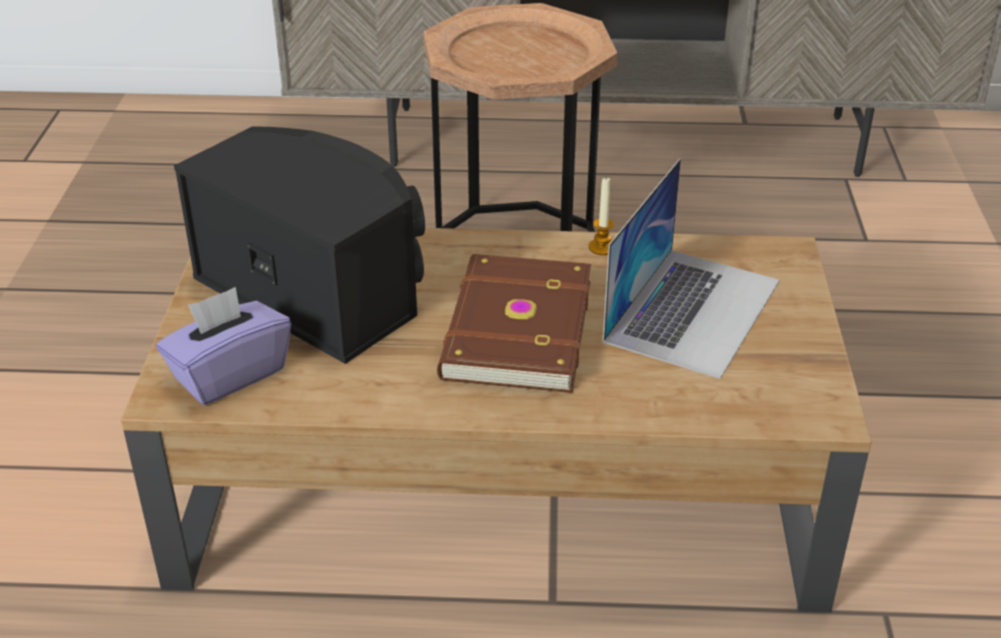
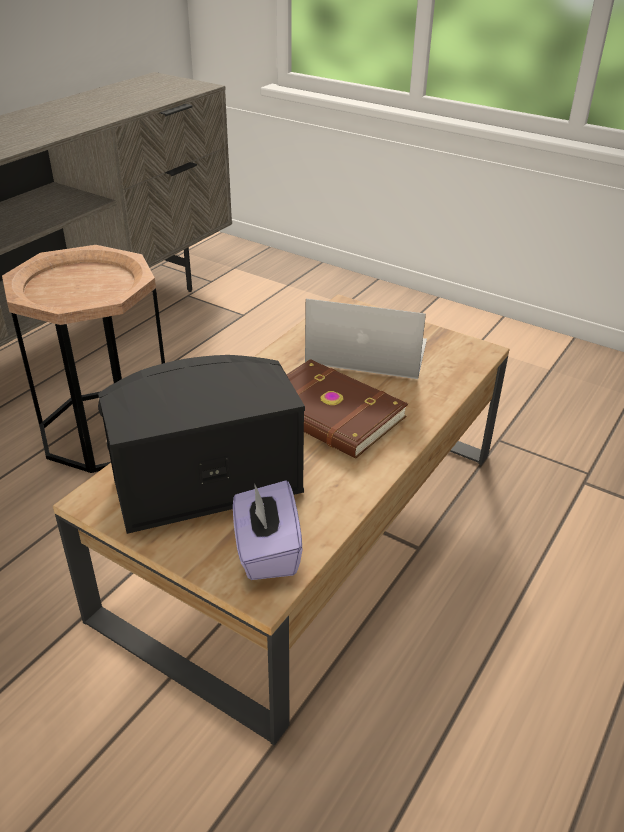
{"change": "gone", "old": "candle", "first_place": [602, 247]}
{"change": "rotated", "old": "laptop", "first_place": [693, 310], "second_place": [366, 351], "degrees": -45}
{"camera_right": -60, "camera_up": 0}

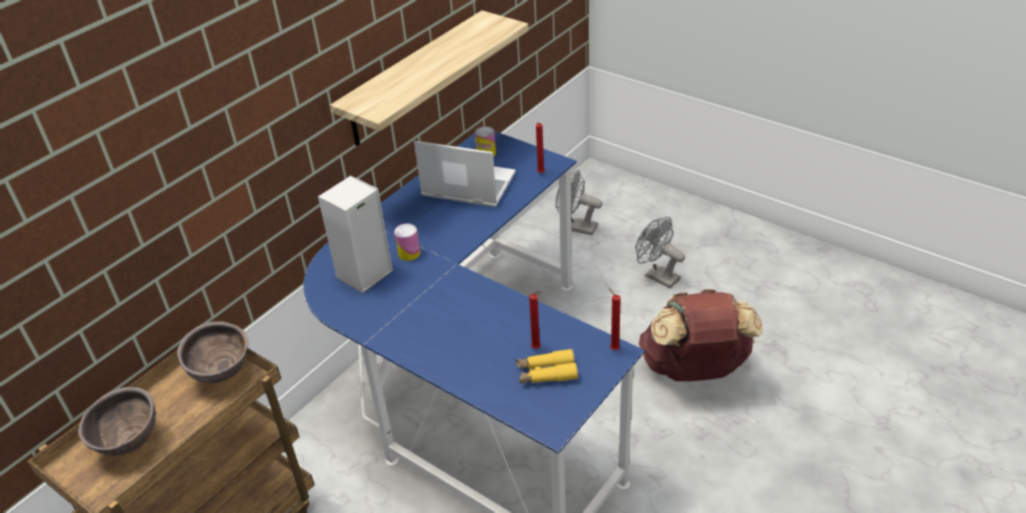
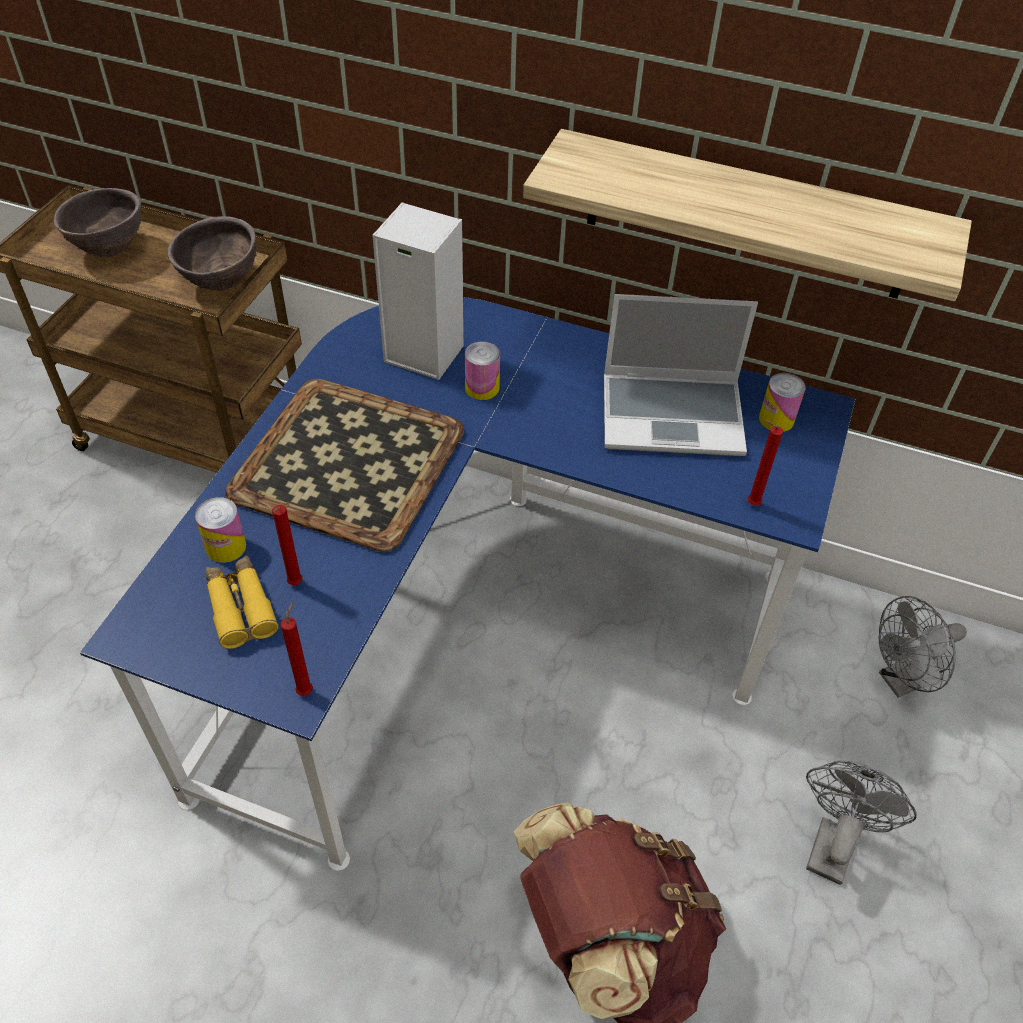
{"change": "new", "new": "can", "second_place": [226, 546]}
{"change": "new", "new": "tray", "second_place": [349, 464]}
{"change": "rotated", "old": "laptop", "first_place": [467, 186], "second_place": [673, 415], "degrees": 90}
{"change": "rotated", "old": "grey fan", "first_place": [576, 227], "second_place": [901, 681], "degrees": -120}
{"camera_right": 70, "camera_up": 10}

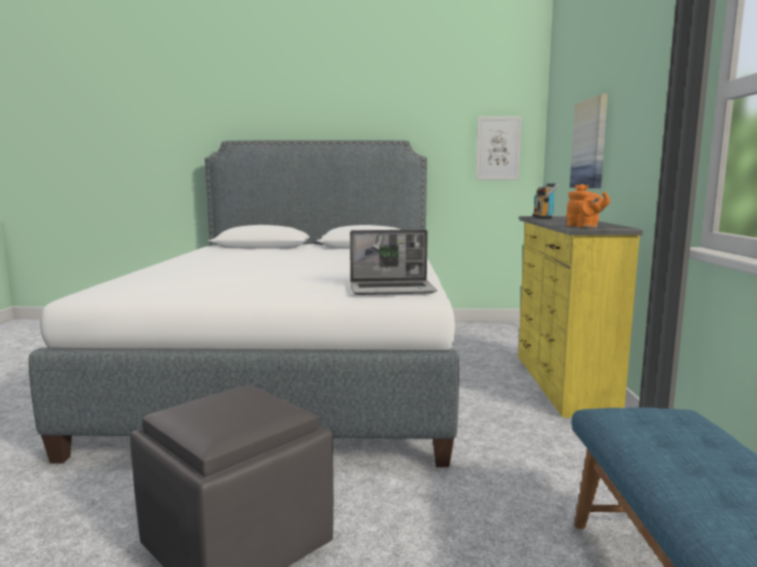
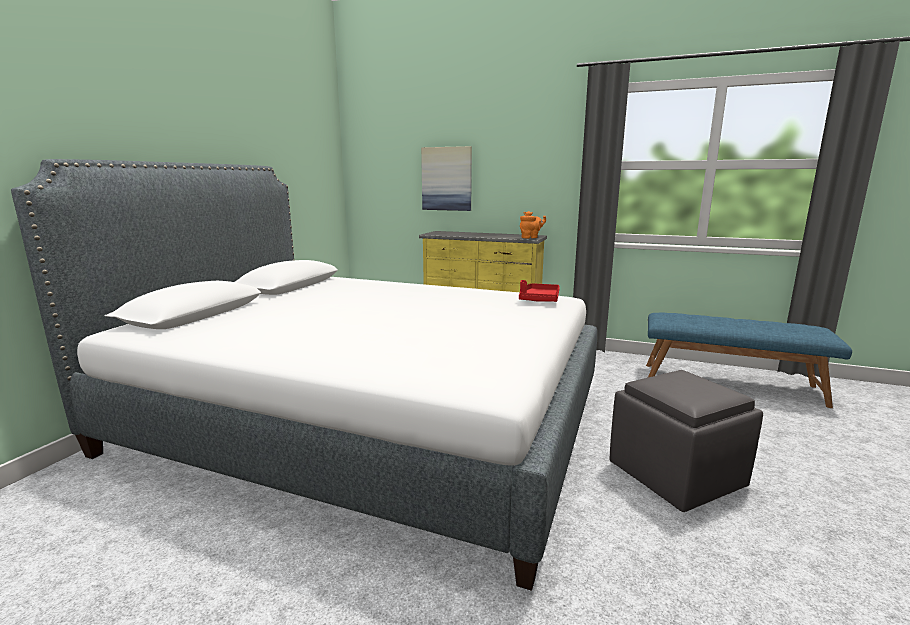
{"change": "gone", "old": "picture", "first_place": [498, 148]}
{"change": "gone", "old": "radio", "first_place": [544, 217]}
{"change": "swapped", "old": "laptop", "new": "red tray", "first_place": [393, 289], "second_place": [539, 299]}
{"camera_right": -70, "camera_up": 5}

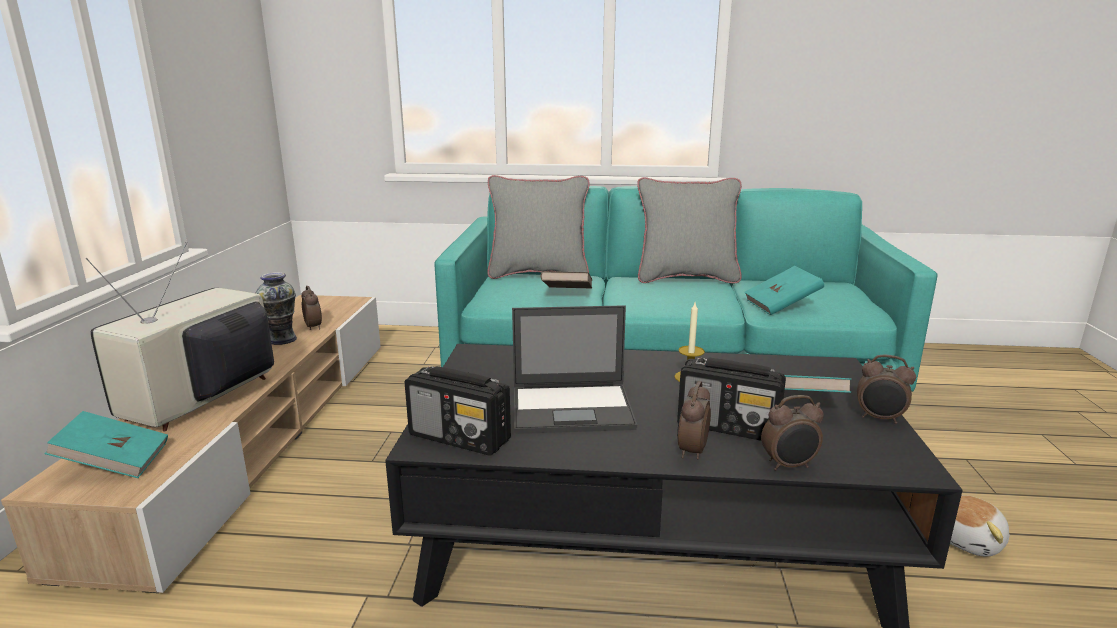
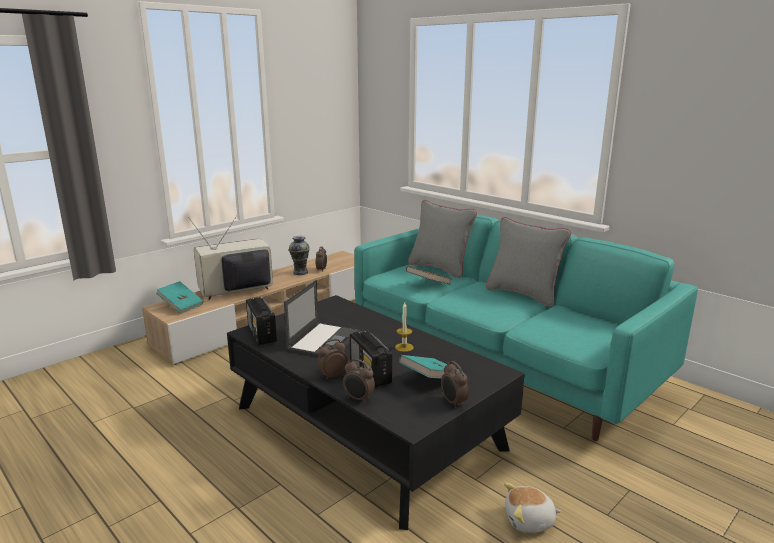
{"change": "gone", "old": "turquoise book", "first_place": [781, 305]}
{"change": "rotated", "old": "laptop", "first_place": [573, 408], "second_place": [324, 340], "degrees": -105}
{"camera_right": 40, "camera_up": 0}

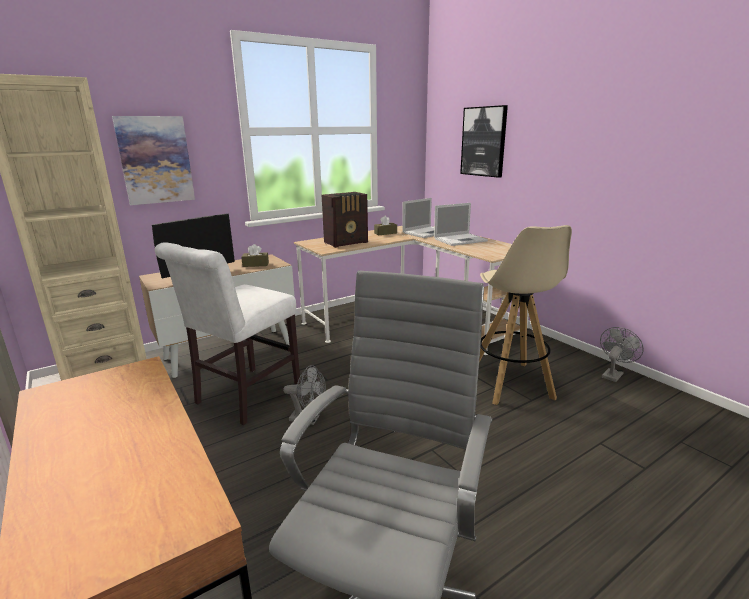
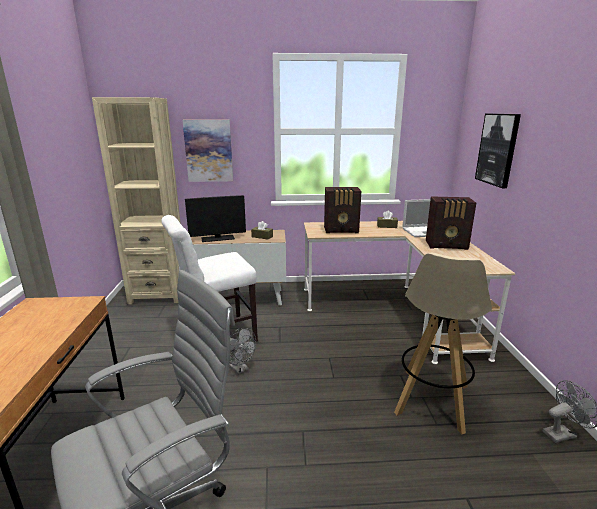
{"change": "swapped", "old": "laptop", "new": "radio", "first_place": [461, 240], "second_place": [447, 245]}
{"camera_right": 30, "camera_up": 0}

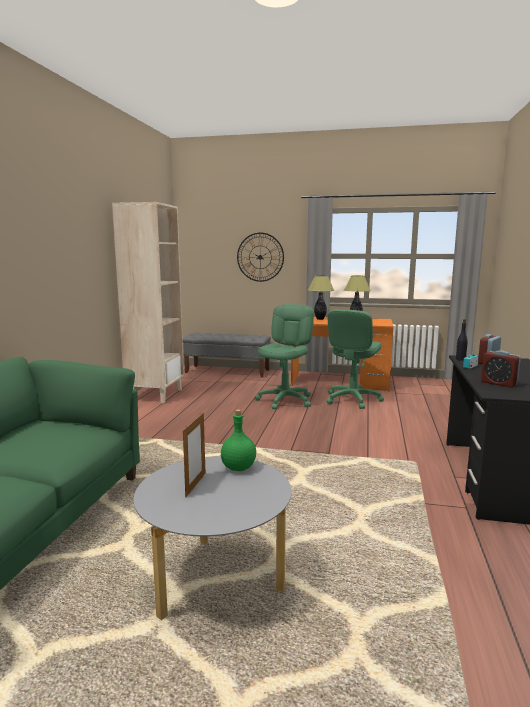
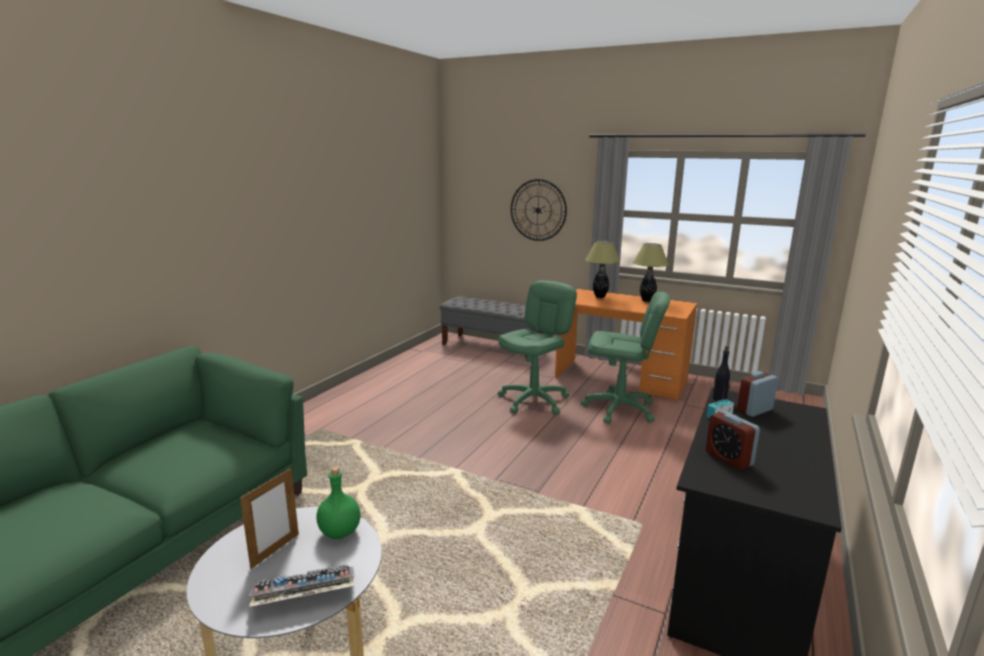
{"change": "gone", "old": "beige bookcase", "first_place": [155, 394]}
{"change": "new", "new": "keyboard", "second_place": [303, 596]}
{"change": "rotated", "old": "green office chair", "first_place": [352, 399], "second_place": [619, 409], "degrees": -120}
{"camera_right": 15, "camera_up": 5}

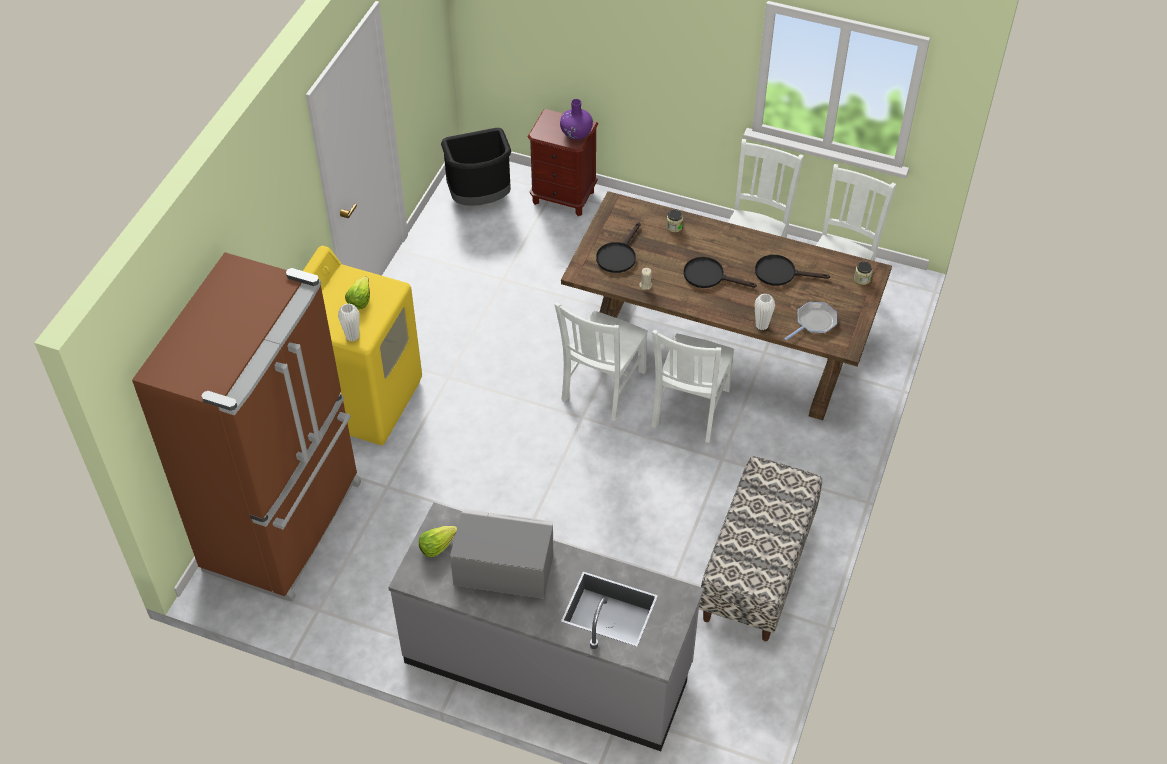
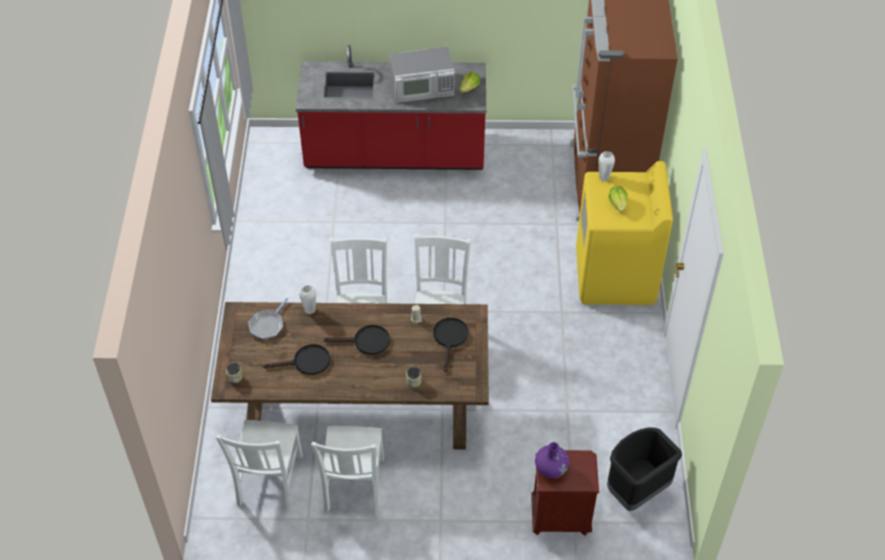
{"change": "gone", "old": "bench", "first_place": [757, 570]}
{"change": "repainted", "old": "grey counter", "new": "red counter", "first_place": [548, 664], "second_place": [395, 155]}
{"camera_right": 160, "camera_up": 0}

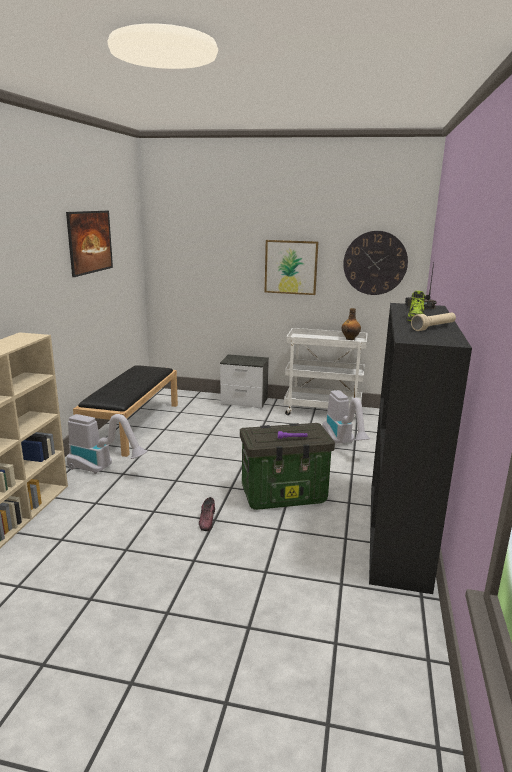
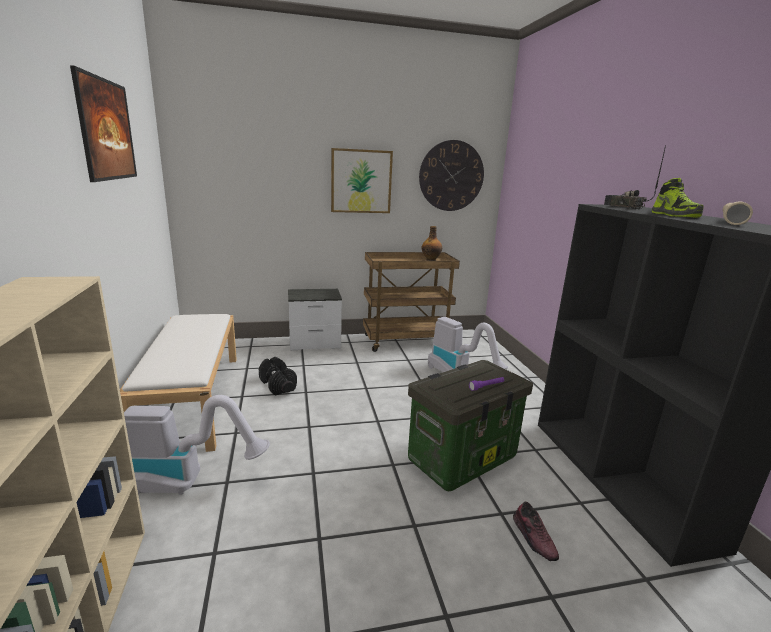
{"change": "new", "new": "black dumbbell", "second_place": [278, 385]}
{"change": "shifted", "old": "shoe", "first_place": [207, 520], "second_place": [534, 538]}
{"change": "repainted", "old": "black bench", "new": "white bench", "first_place": [132, 425], "second_place": [192, 398]}
{"change": "repainted", "old": "white cart", "new": "brown cart", "first_place": [323, 411], "second_place": [406, 341]}
{"camera_right": -25, "camera_up": 0}

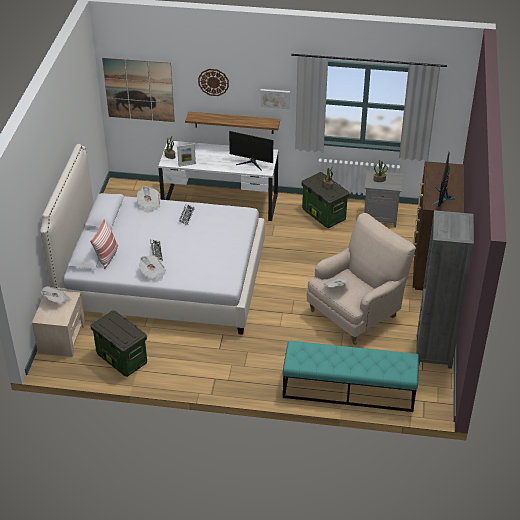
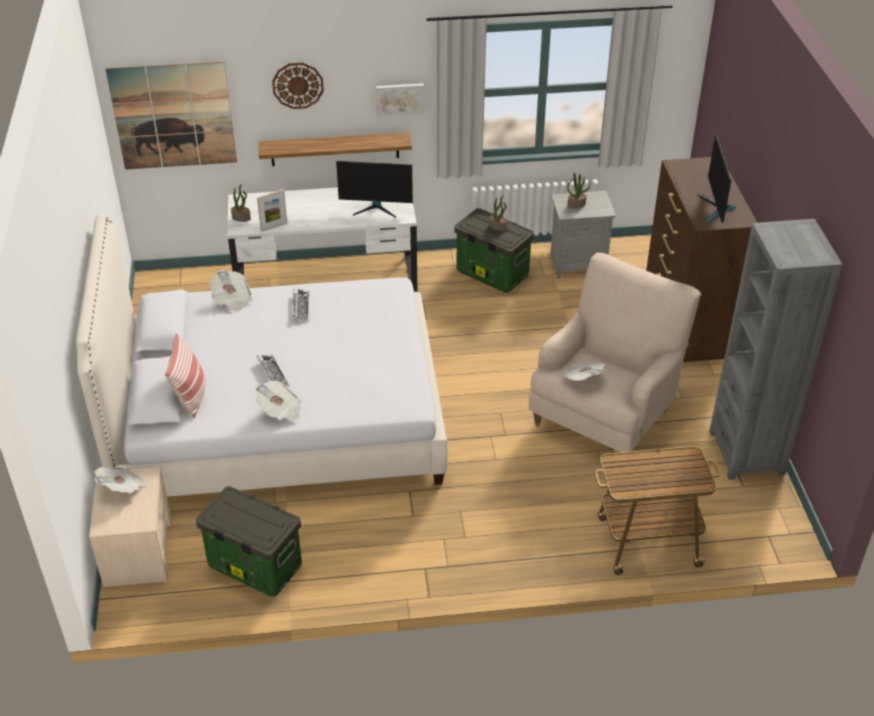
{"change": "swapped", "old": "turquoise bench", "new": "cart", "first_place": [348, 390], "second_place": [646, 542]}
{"camera_right": -15, "camera_up": 0}

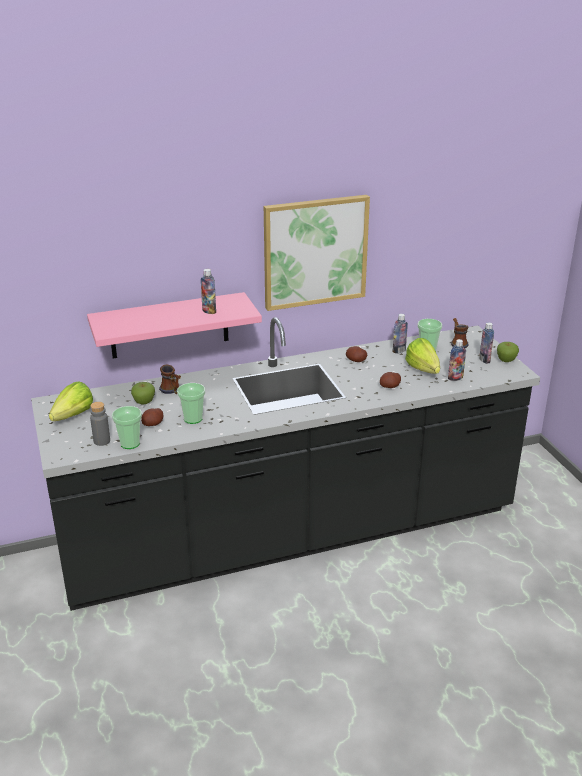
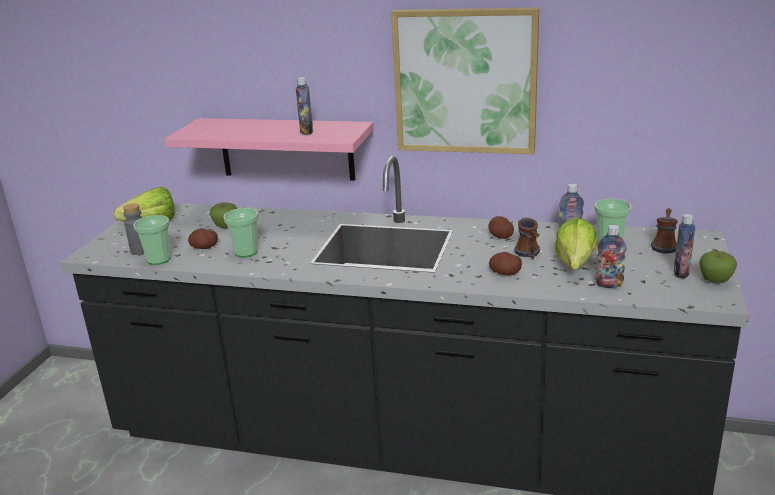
{"change": "shifted", "old": "mug", "first_place": [172, 391], "second_place": [529, 255]}
{"camera_right": 35, "camera_up": -5}

